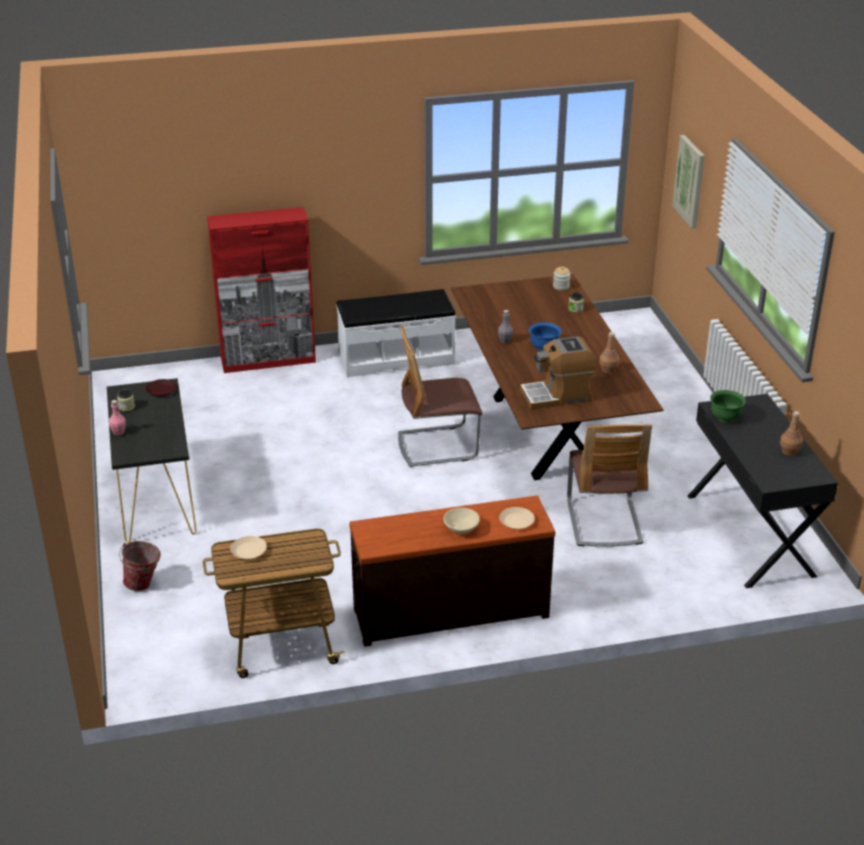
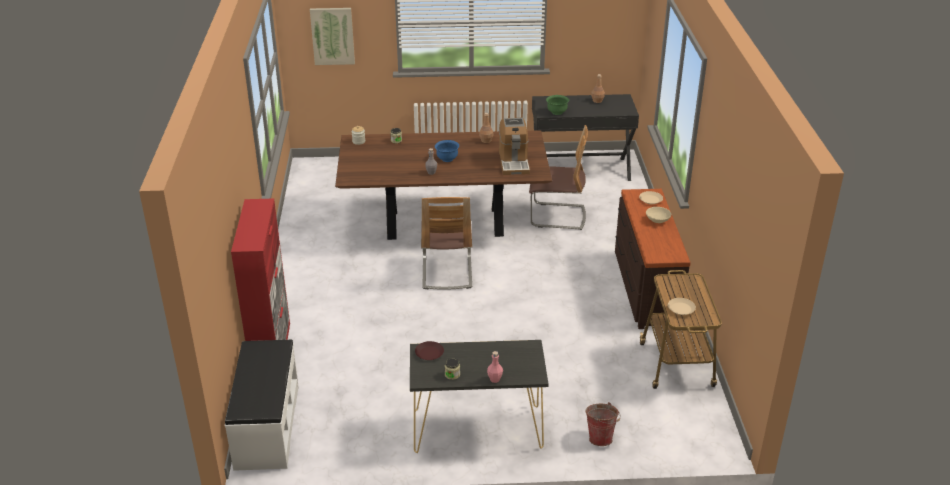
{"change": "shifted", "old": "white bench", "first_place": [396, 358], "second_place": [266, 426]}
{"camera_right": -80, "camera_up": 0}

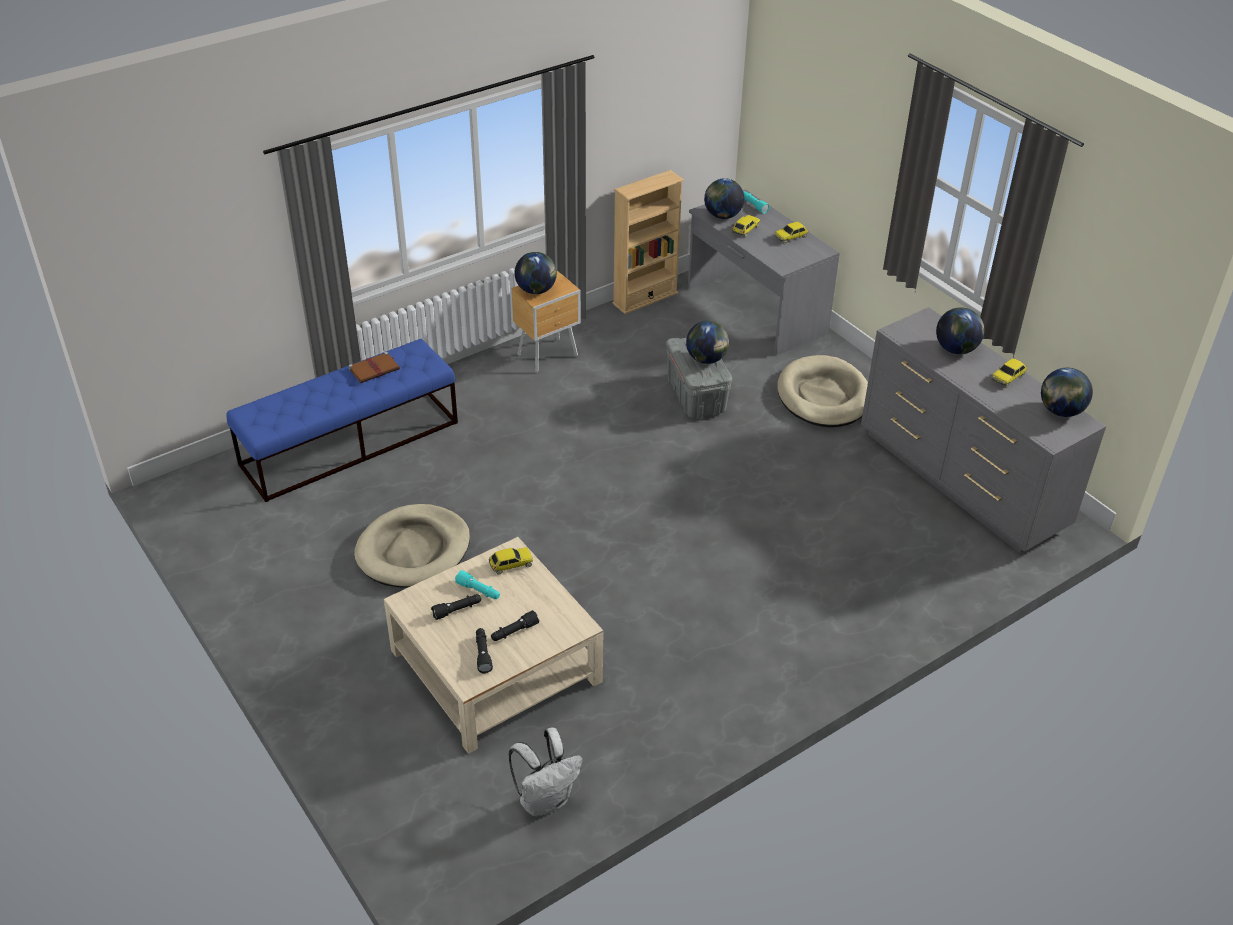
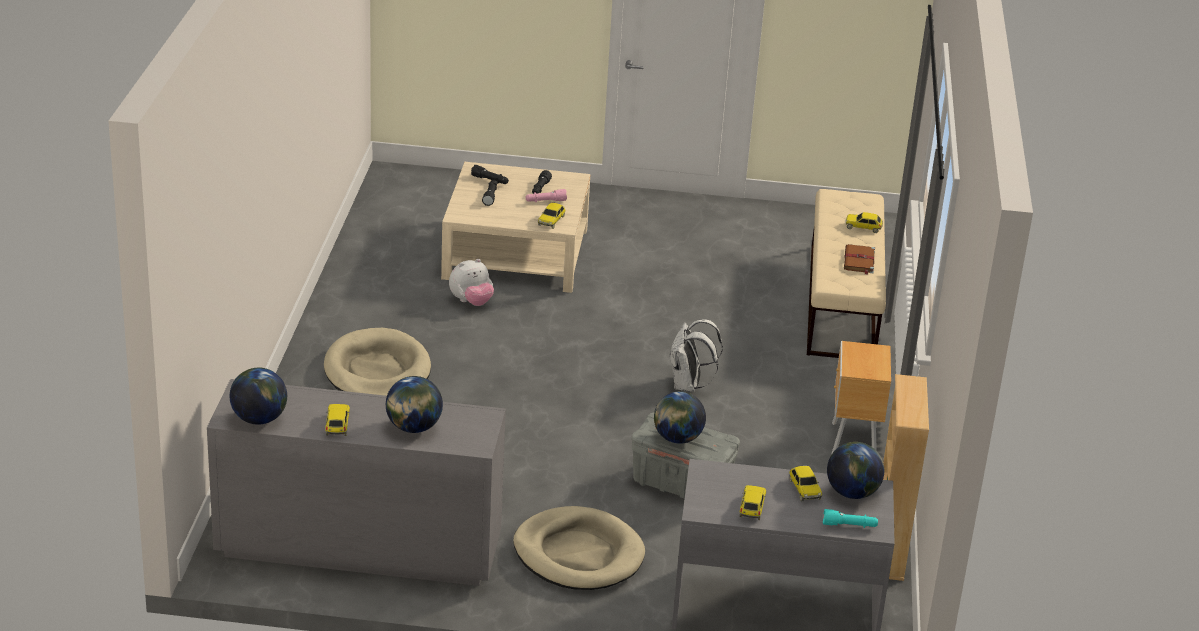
{"change": "gone", "old": "globe", "first_place": [536, 290]}
{"change": "new", "new": "plush toy", "second_place": [471, 302]}
{"change": "new", "new": "toy car", "second_place": [863, 227]}
{"change": "shifted", "old": "beige dog bed", "first_place": [413, 550], "second_place": [377, 371]}
{"change": "shifted", "old": "white backpack", "first_place": [545, 799], "second_place": [688, 385]}
{"change": "repainted", "old": "blue bench", "new": "beige bench", "first_place": [350, 443], "second_place": [841, 302]}
{"change": "repainted", "old": "turquoise flashlight", "new": "pink flashlight", "first_place": [478, 591], "second_place": [545, 201]}
{"camera_right": 130, "camera_up": -10}

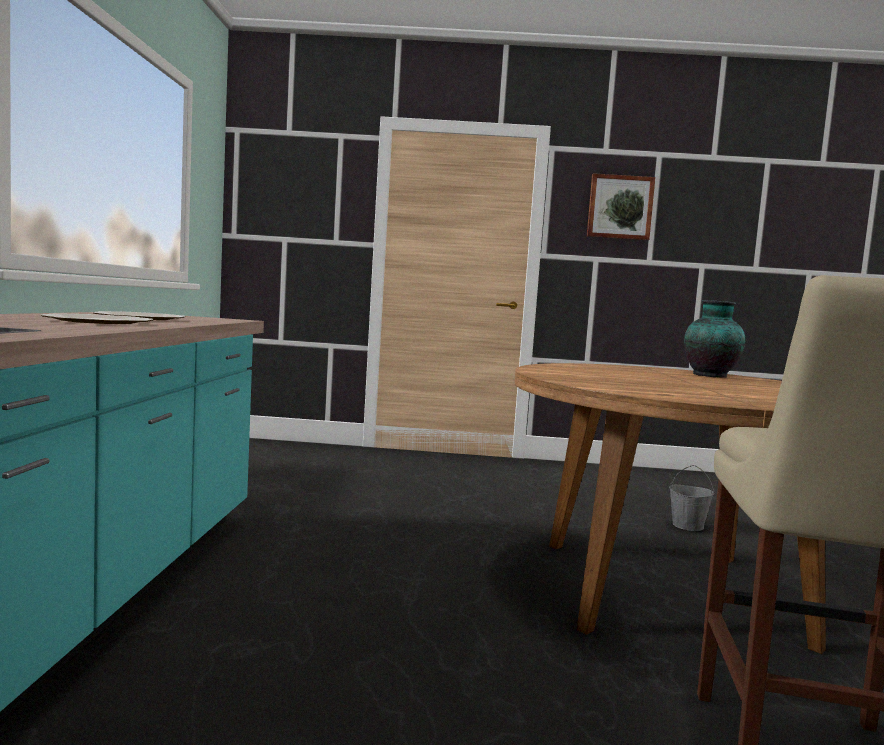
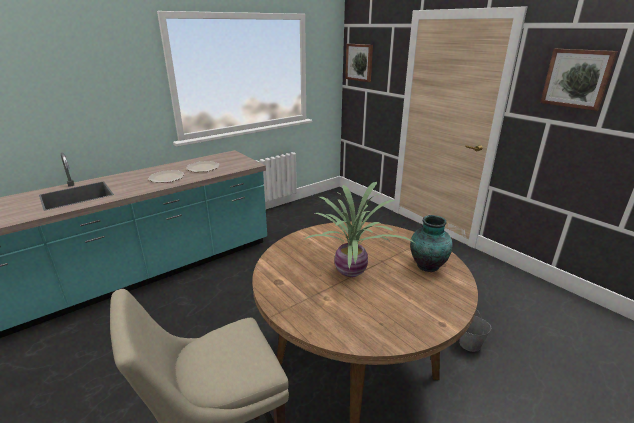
{"change": "new", "new": "potted plant", "second_place": [352, 272]}
{"change": "new", "new": "picture", "second_place": [359, 62]}
{"camera_right": 50, "camera_up": 20}

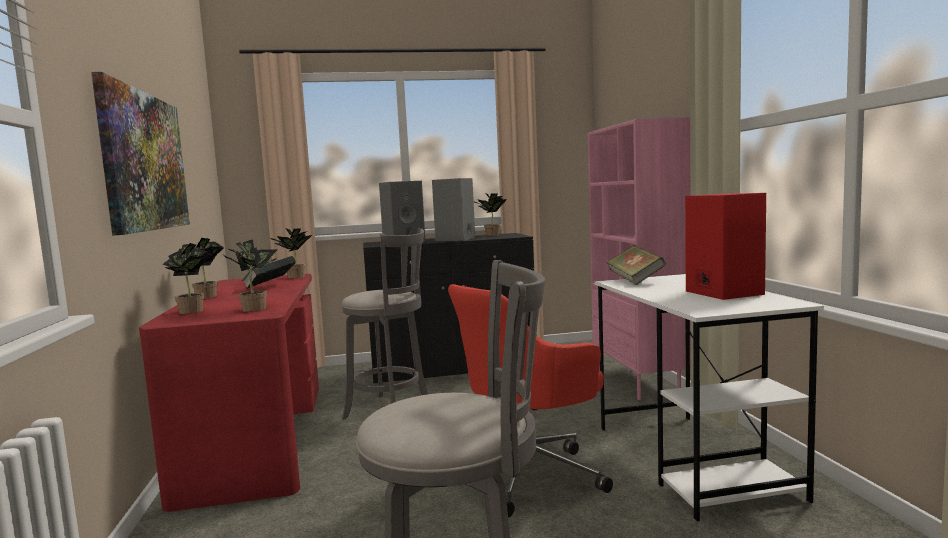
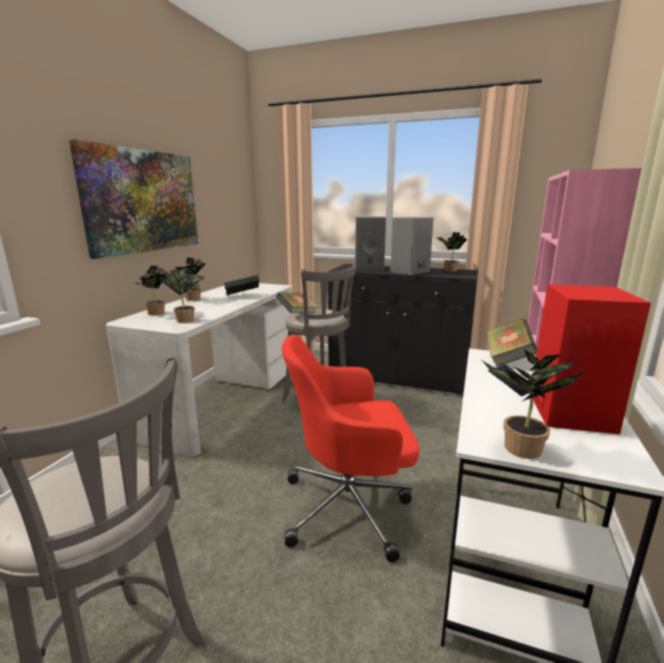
{"change": "new", "new": "book", "second_place": [297, 314]}
{"change": "shifted", "old": "potted plant", "first_place": [294, 277], "second_place": [518, 449]}
{"change": "repainted", "old": "red desk", "new": "white desk", "first_place": [257, 436], "second_place": [223, 398]}
{"camera_right": 30, "camera_up": 10}

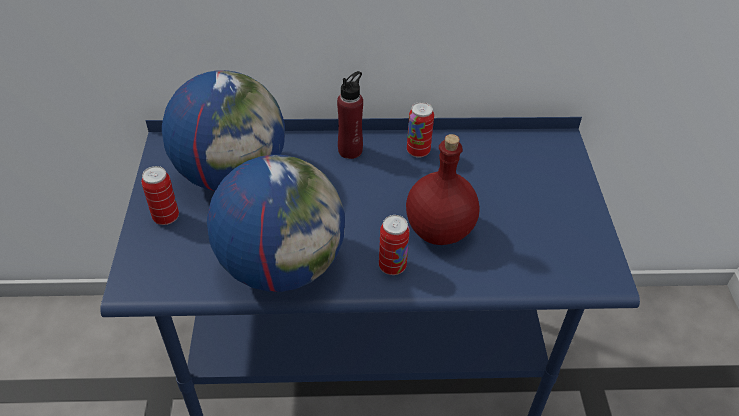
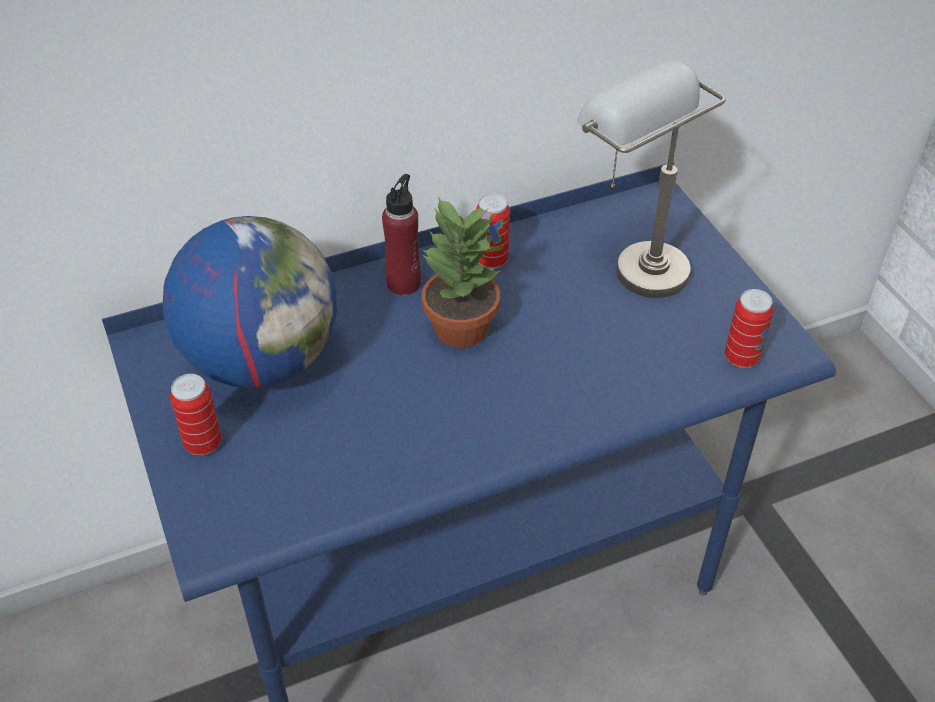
{"change": "gone", "old": "globe", "first_place": [282, 265]}
{"change": "gone", "old": "red bottle", "first_place": [439, 231]}
{"change": "new", "new": "potted plant", "second_place": [459, 328]}
{"change": "new", "new": "grey table lamp", "second_place": [632, 260]}
{"change": "shifted", "old": "can", "first_place": [392, 266], "second_place": [741, 358]}
{"camera_right": -20, "camera_up": 0}

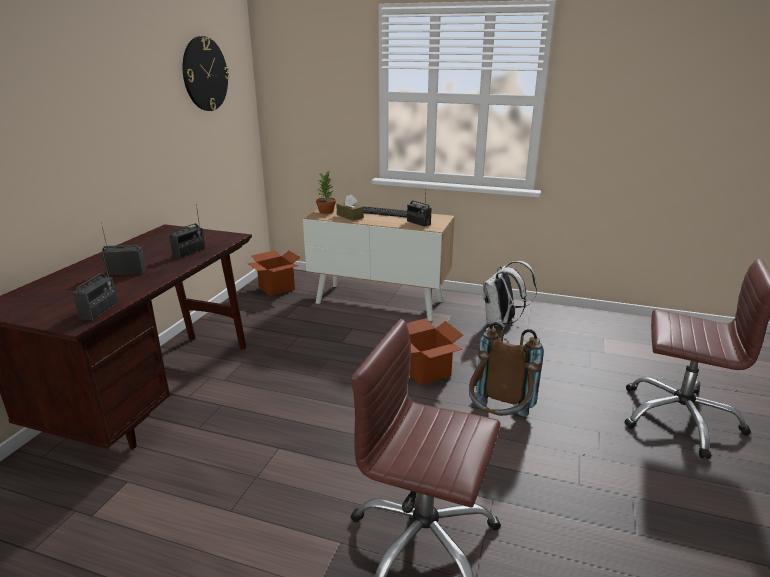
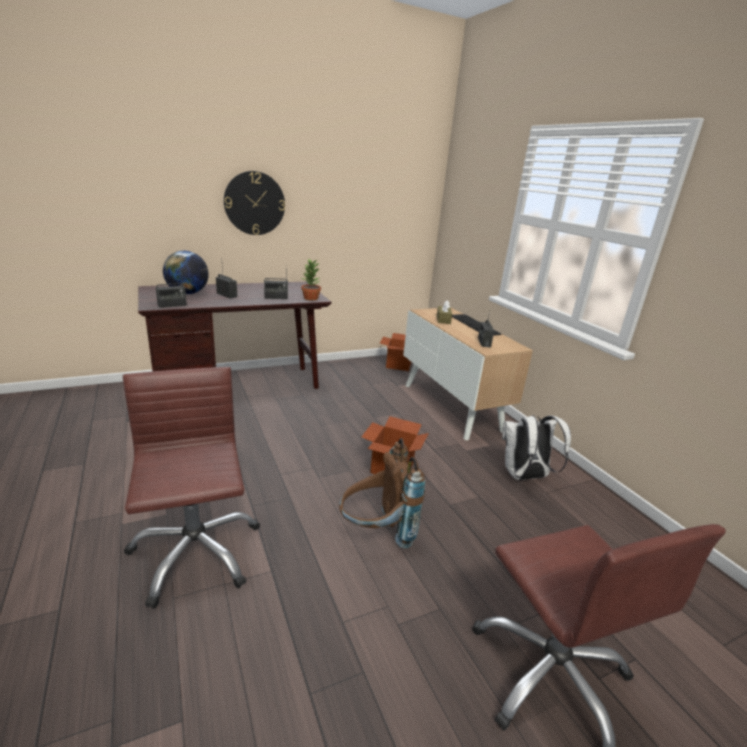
{"change": "new", "new": "globe", "second_place": [187, 293]}
{"change": "shifted", "old": "wall clock", "first_place": [205, 74], "second_place": [254, 203]}
{"change": "shifted", "old": "potted plant", "first_place": [326, 211], "second_place": [311, 298]}
{"camera_right": 45, "camera_up": 0}

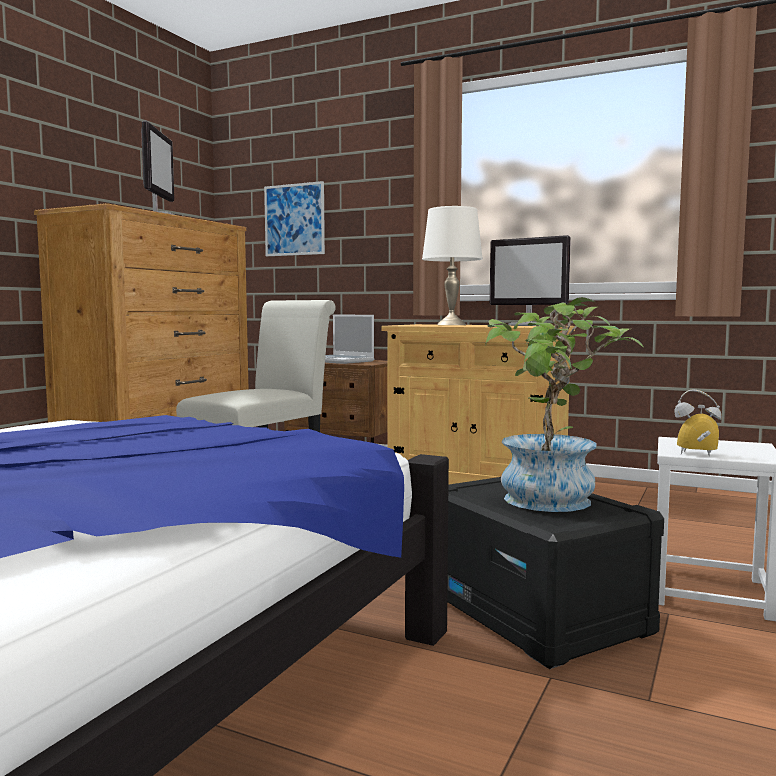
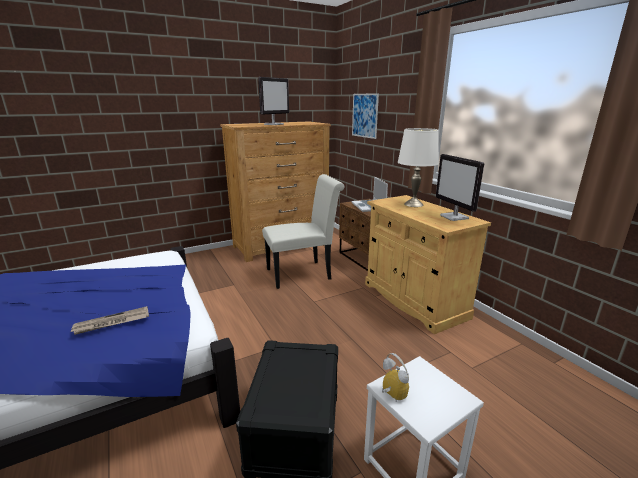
{"change": "gone", "old": "potted plant", "first_place": [551, 503]}
{"change": "new", "new": "newspaper", "second_place": [112, 323]}
{"camera_right": 35, "camera_up": 15}

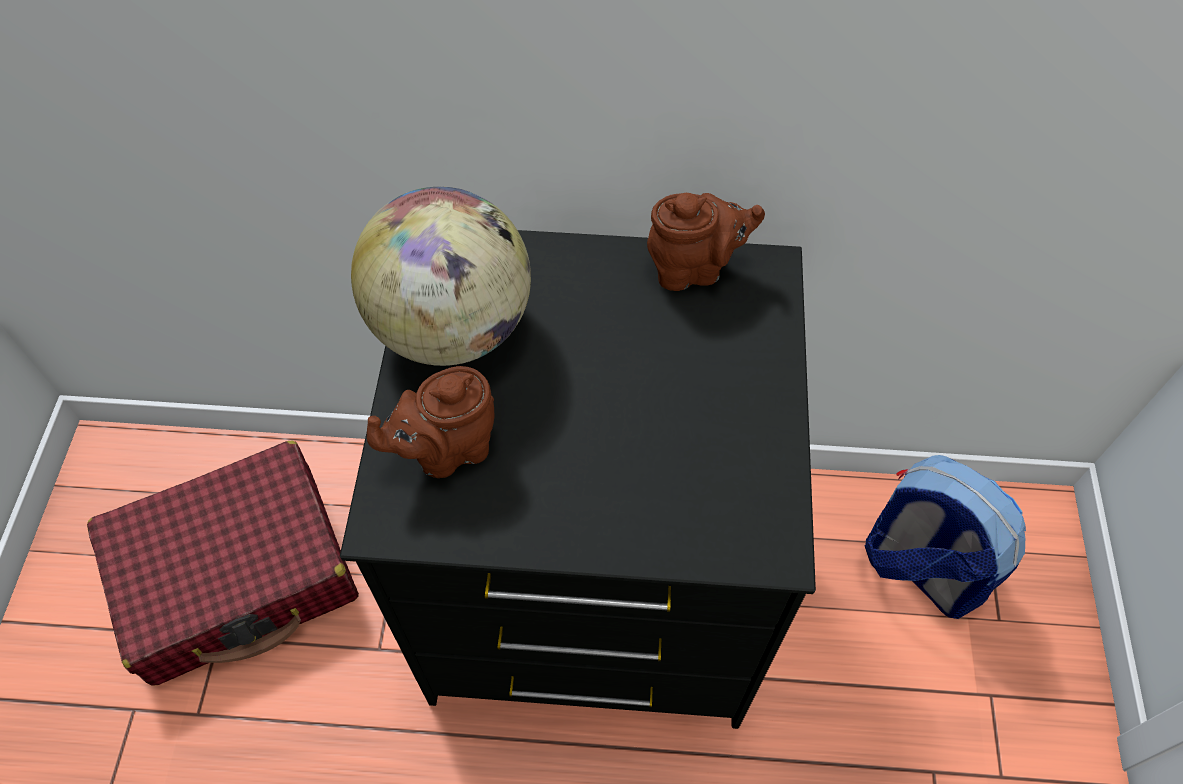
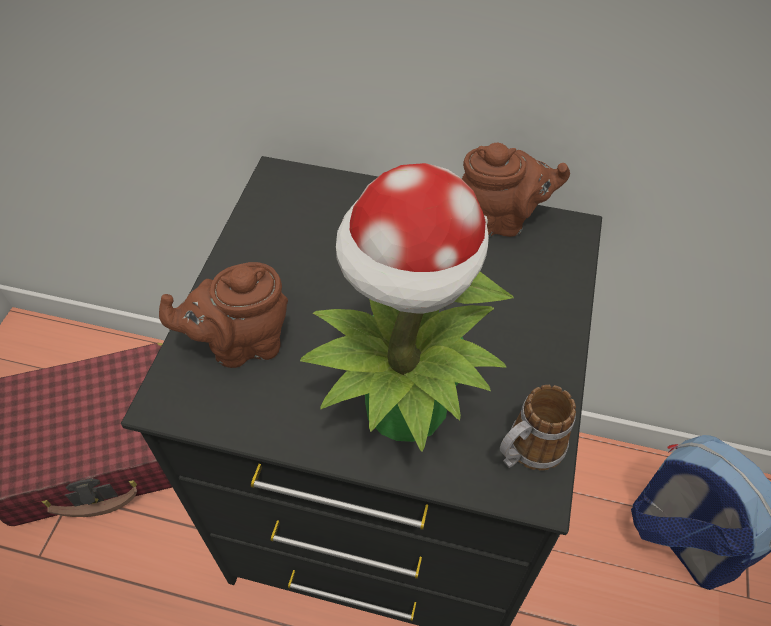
{"change": "gone", "old": "globe", "first_place": [453, 327]}
{"change": "new", "new": "potted plant", "second_place": [406, 407]}
{"change": "new", "new": "mug", "second_place": [527, 452]}
{"camera_right": 10, "camera_up": -5}

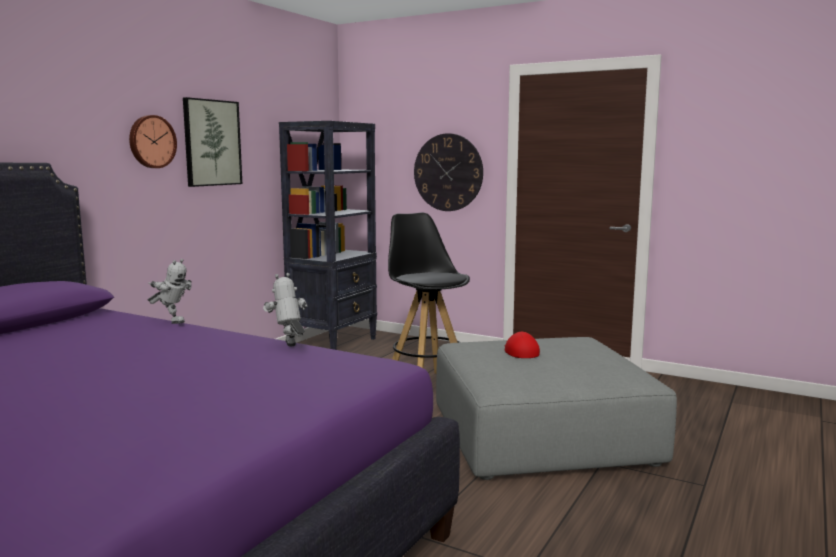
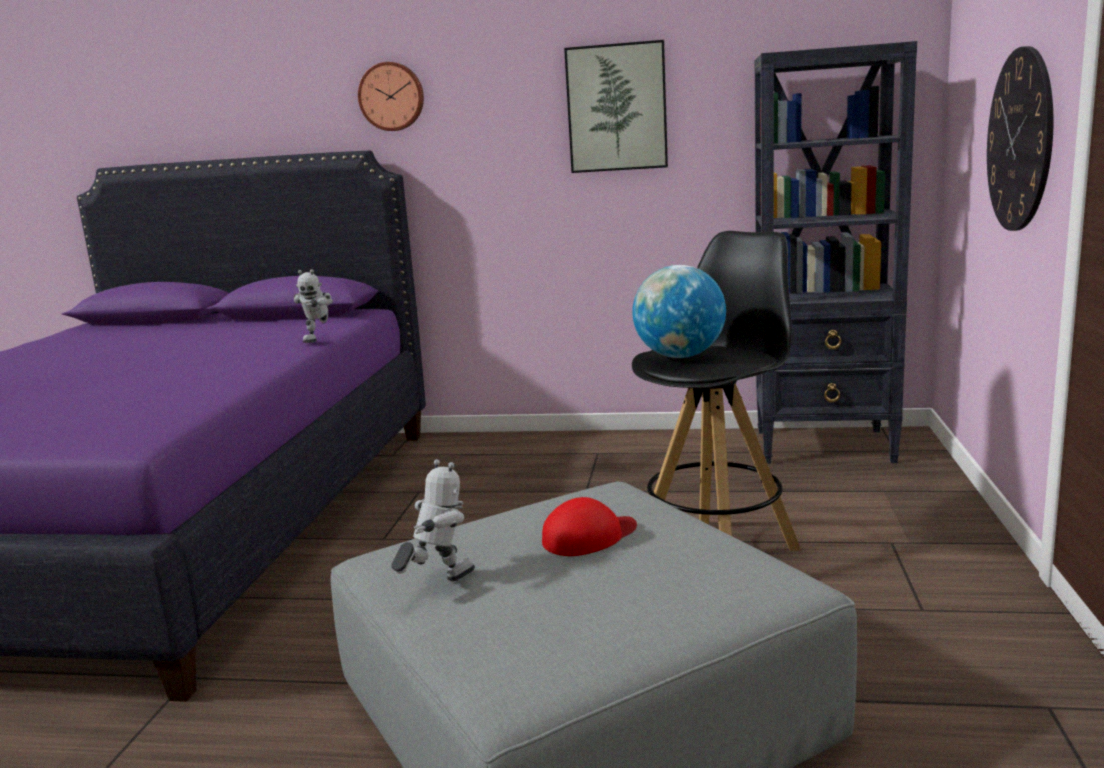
{"change": "new", "new": "globe", "second_place": [680, 356]}
{"change": "shifted", "old": "wall clock", "first_place": [151, 141], "second_place": [392, 96]}
{"change": "shifted", "old": "toy robot", "first_place": [289, 348], "second_place": [438, 582]}
{"camera_right": 70, "camera_up": 5}

